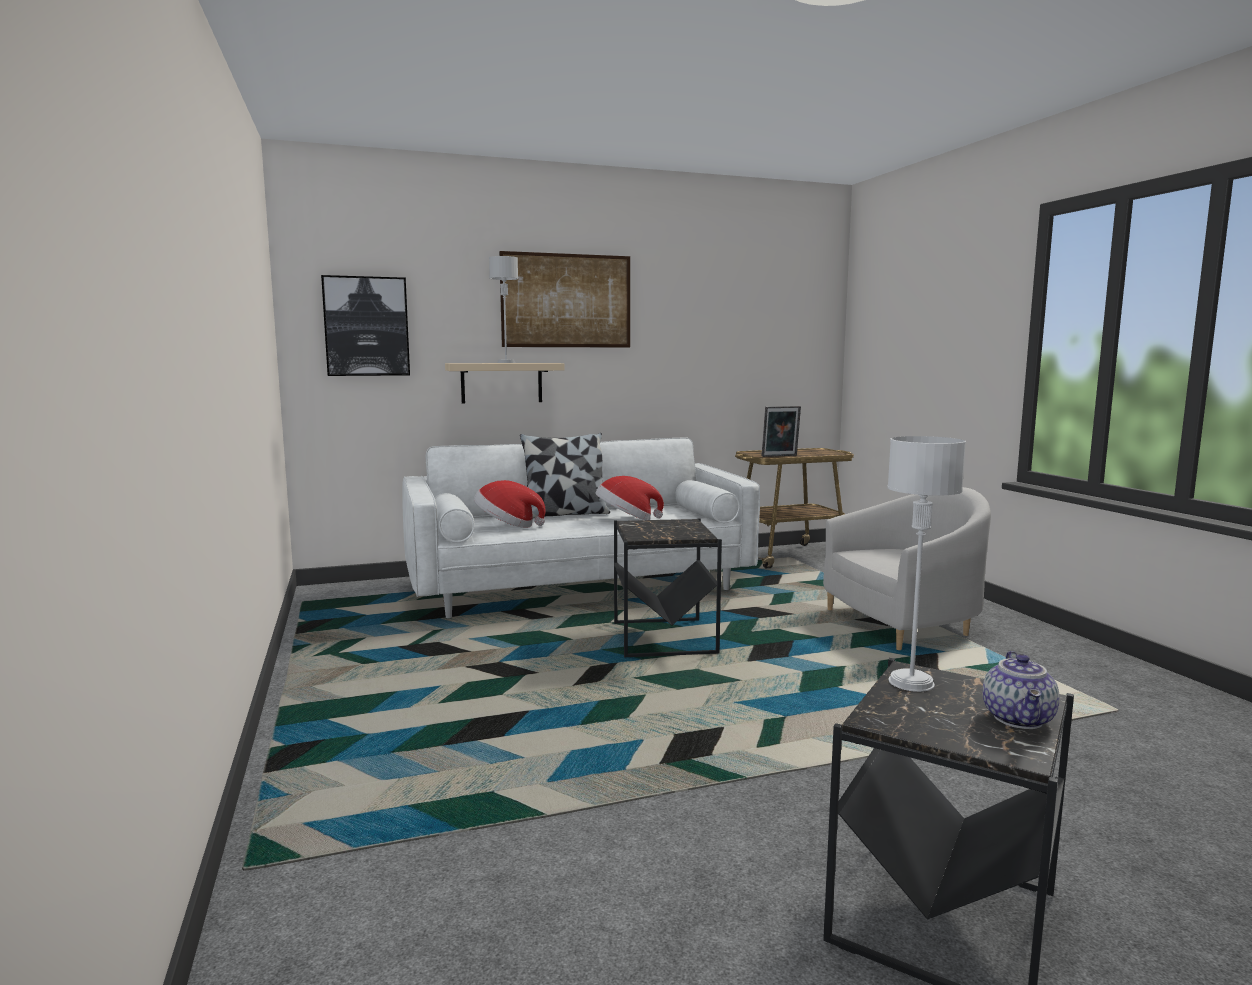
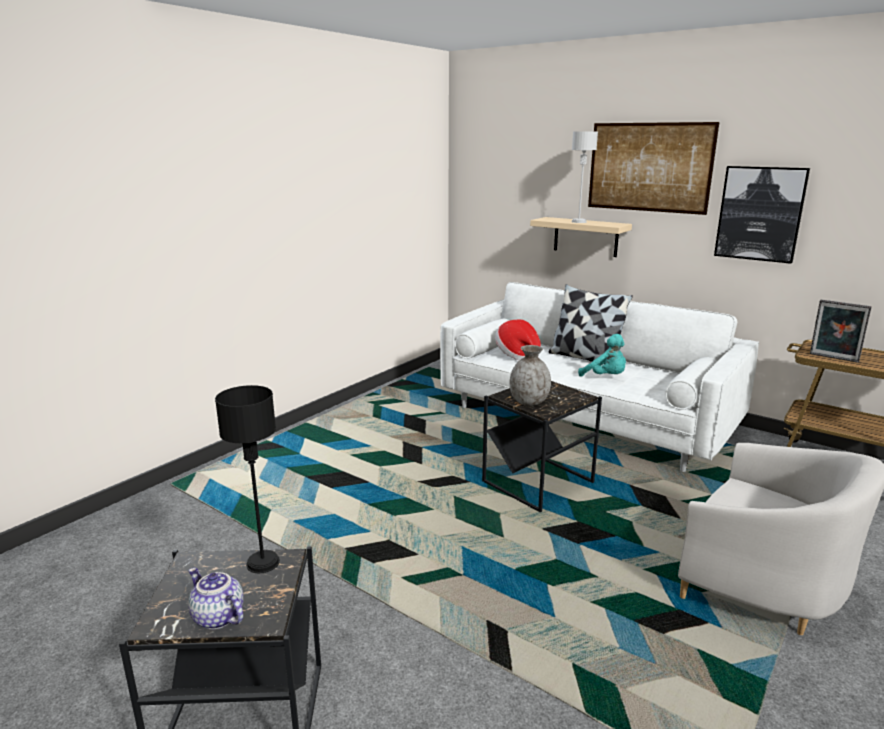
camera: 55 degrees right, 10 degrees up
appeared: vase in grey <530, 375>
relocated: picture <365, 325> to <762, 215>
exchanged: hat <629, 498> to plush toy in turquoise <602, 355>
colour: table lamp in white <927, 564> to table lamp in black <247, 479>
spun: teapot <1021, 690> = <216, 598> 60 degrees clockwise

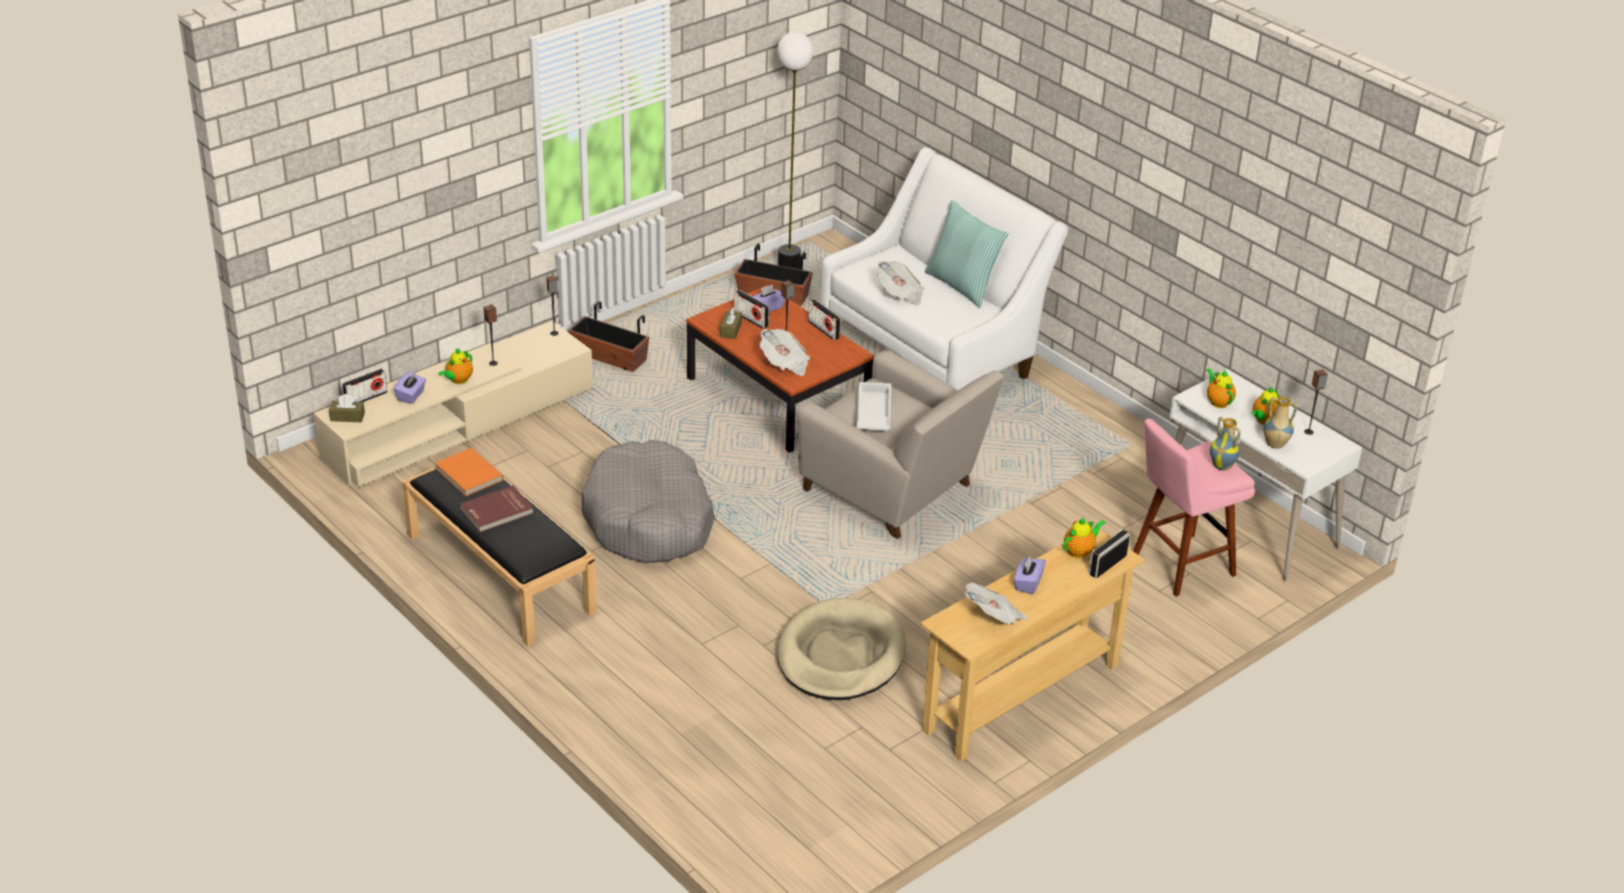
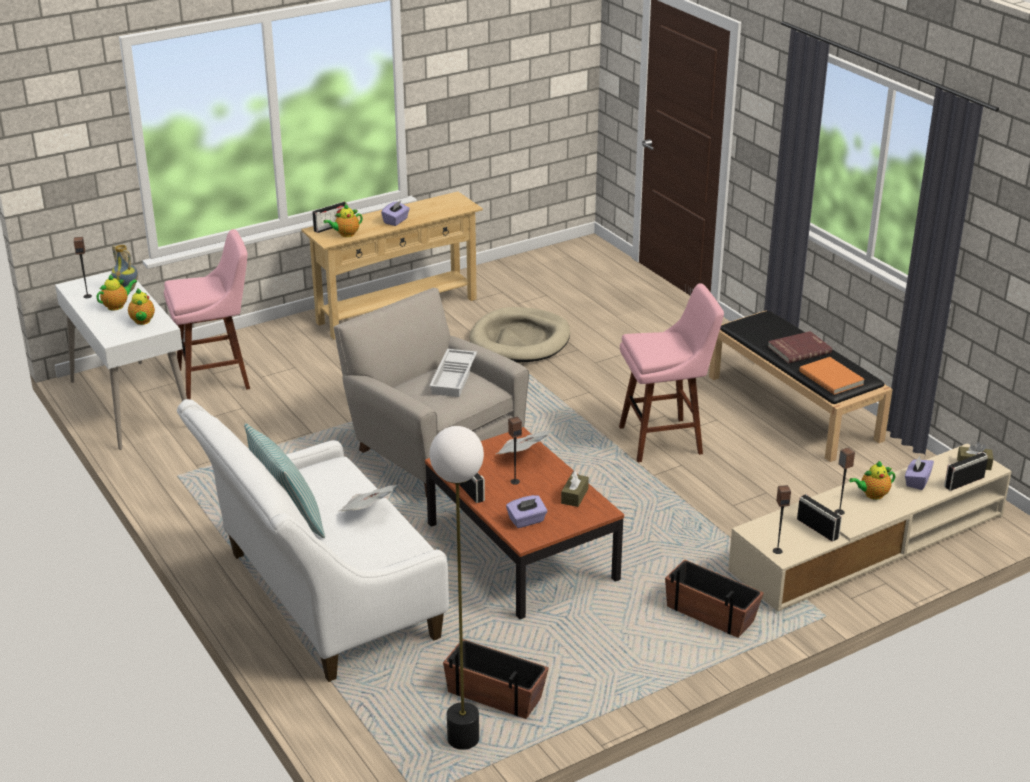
camera: 170 degrees left, 5 degrees down
missing: vase <1225, 443>; newspaper <996, 603>
relocated: radio <751, 309> to <819, 518>
exchanged: dog bed in grey <648, 501> to stool in pink <671, 372>
spun: teapot <455, 366> = <872, 480> 150 degrees counterclockwise

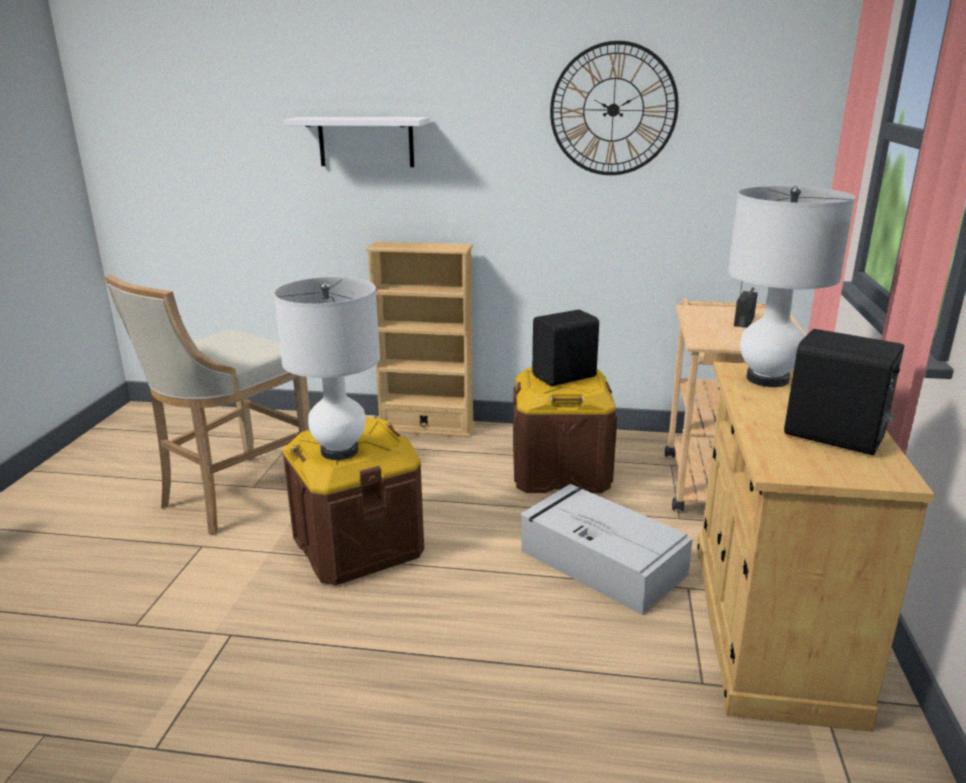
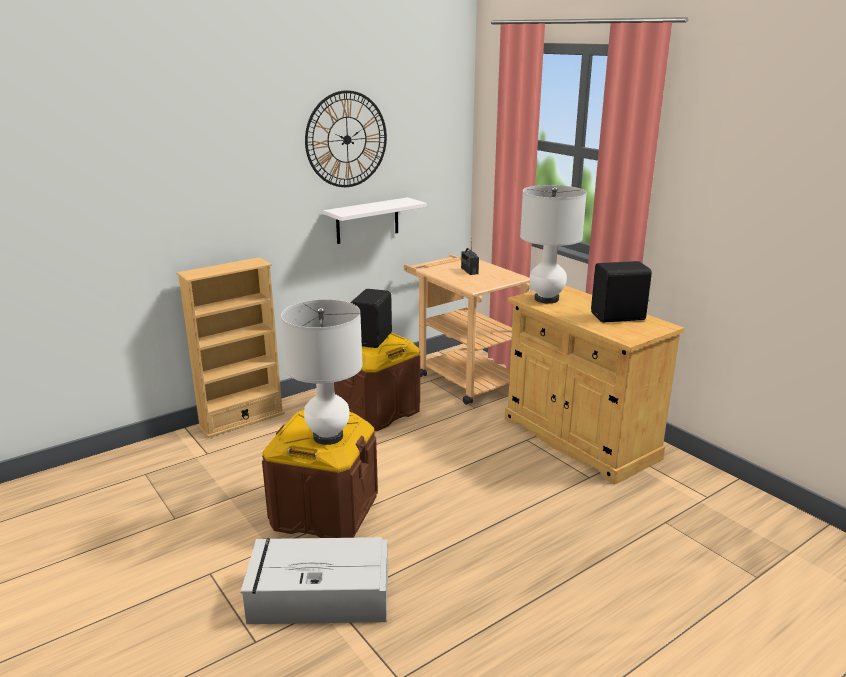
camera: 45 degrees left, 0 degrees up
missing: stool in beige <207, 404>
relocated: shelf in white <357, 142> to <375, 220>; storage box in grey <607, 549> to <314, 580>

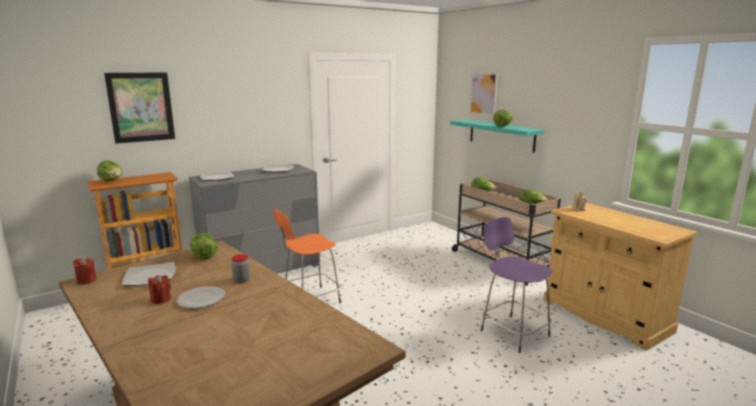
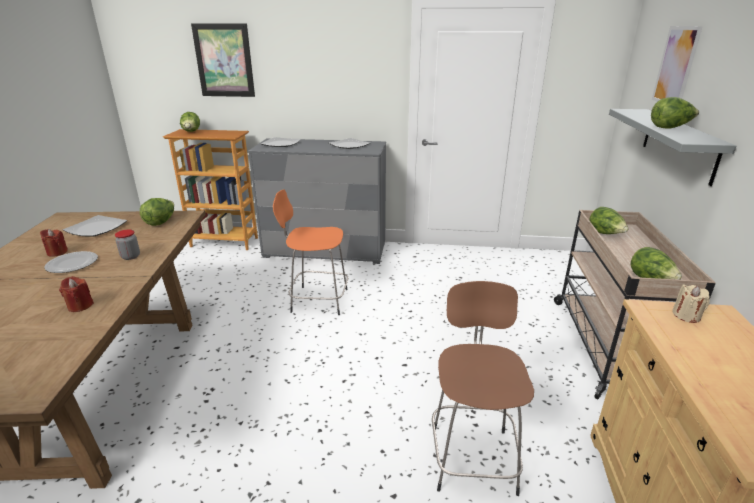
camera: 40 degrees right, 10 degrees up
relocated: candle in red <85, 271> to <76, 294>
colour: shelf in turquoise <497, 136> to shelf in grey <672, 147>; stool in purple <517, 285> to stool in brown <483, 388>

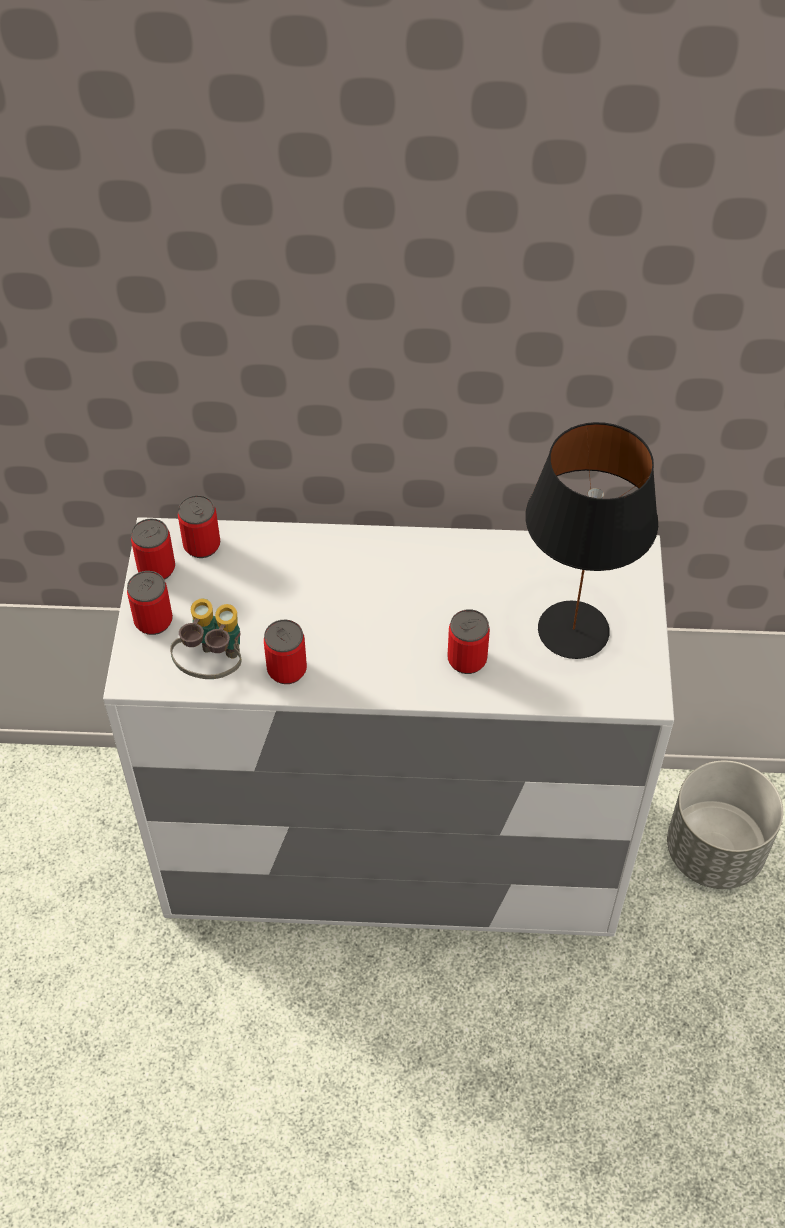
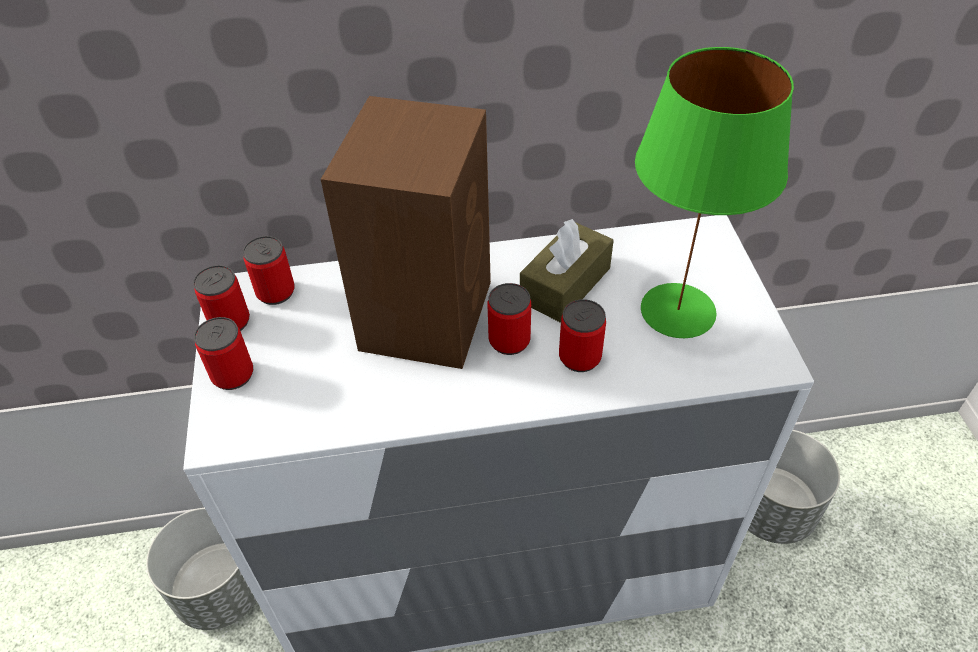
camera: 10 degrees left, 5 degrees down
missing: binoculars <205, 638>
appeared: speaker in brown <406, 232>; tissue box in brown <567, 271>; planter in grey <201, 569>
relocated: can <285, 652> to <509, 319>
colour: table lamp in black <591, 540> to table lamp in green <714, 192>

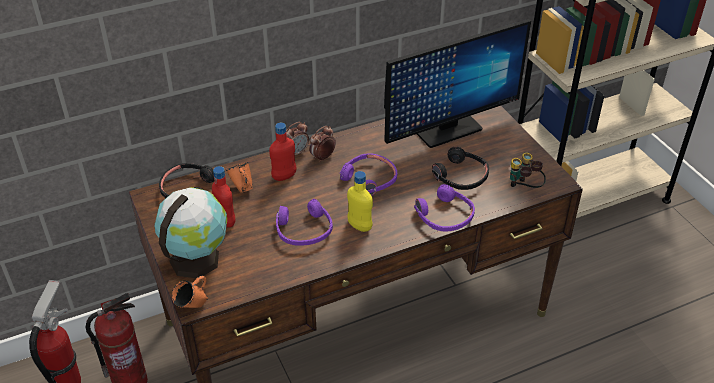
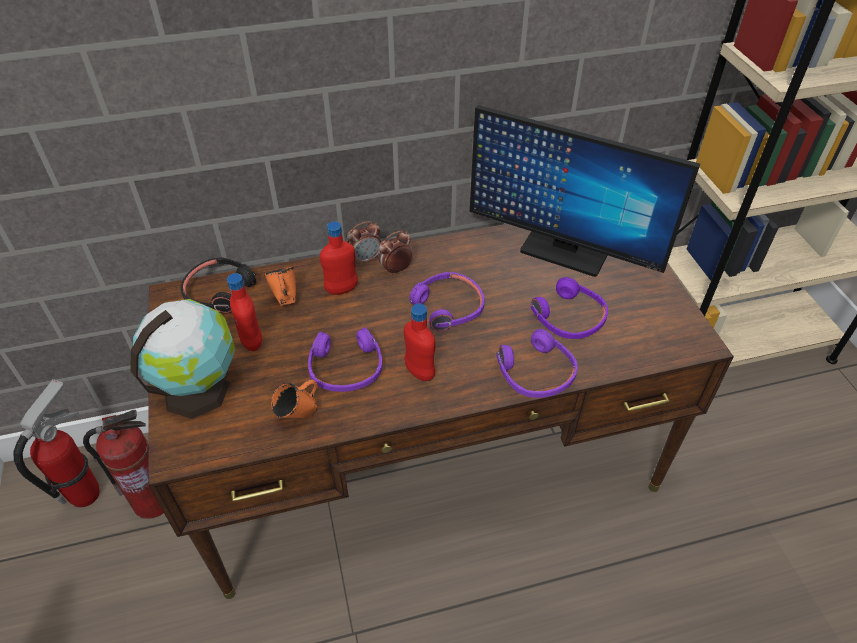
camera: 10 degrees right, 5 degrees up
missing: binoculars <528, 170>
relocated: mug in orange <190, 292> to <294, 399>
colour: headphones in black <460, 168> to headphones in purple <569, 308>; bottle in yellow <360, 201> to bottle in red <419, 342>
spun: monitor <457, 83> = <585, 191> 45 degrees clockwise

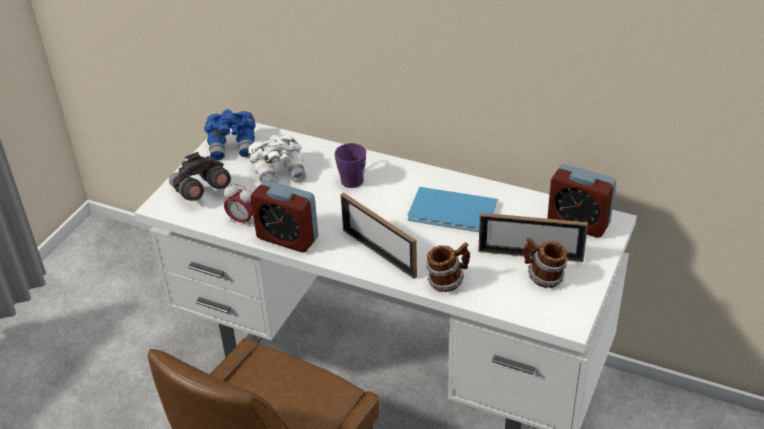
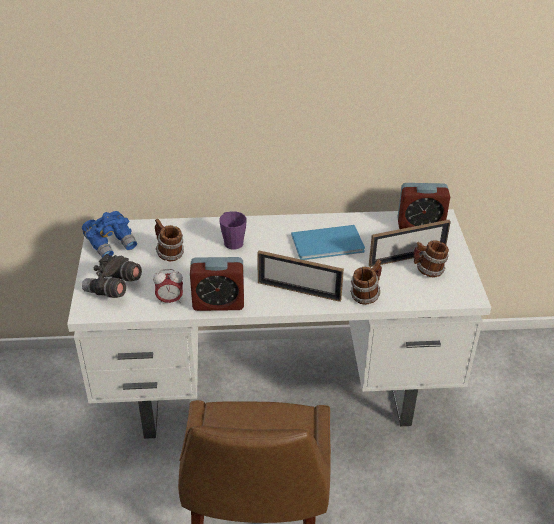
camera: 30 degrees left, 0 degrees up
exchanged: binoculars in white <277, 158> to mug <169, 240>

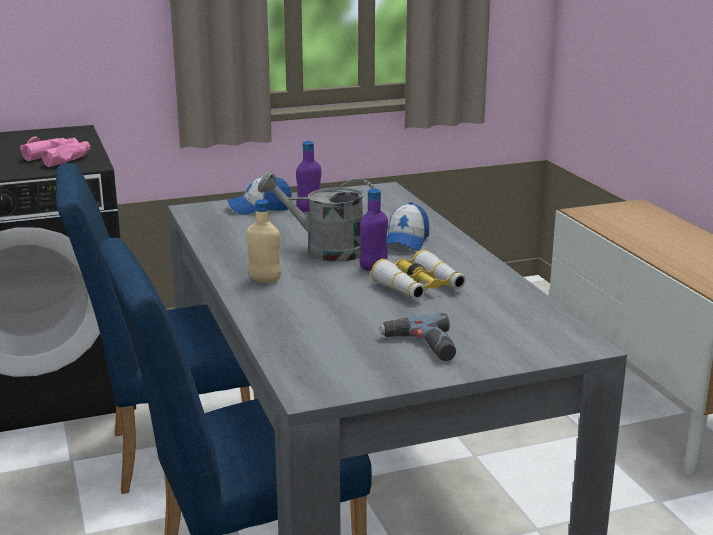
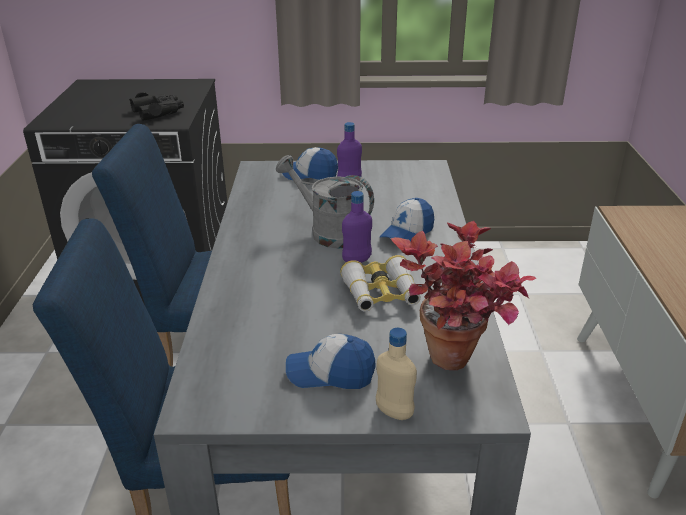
camera: 20 degrees right, 10 degrees up
appeared: potted plant <463, 295>
relocated: bottle in beige <263, 241> to <396, 374>
exchanged: power drill <417, 337> to cap <331, 361>
colour: binoculars in pink <55, 152> to binoculars in black <156, 106>

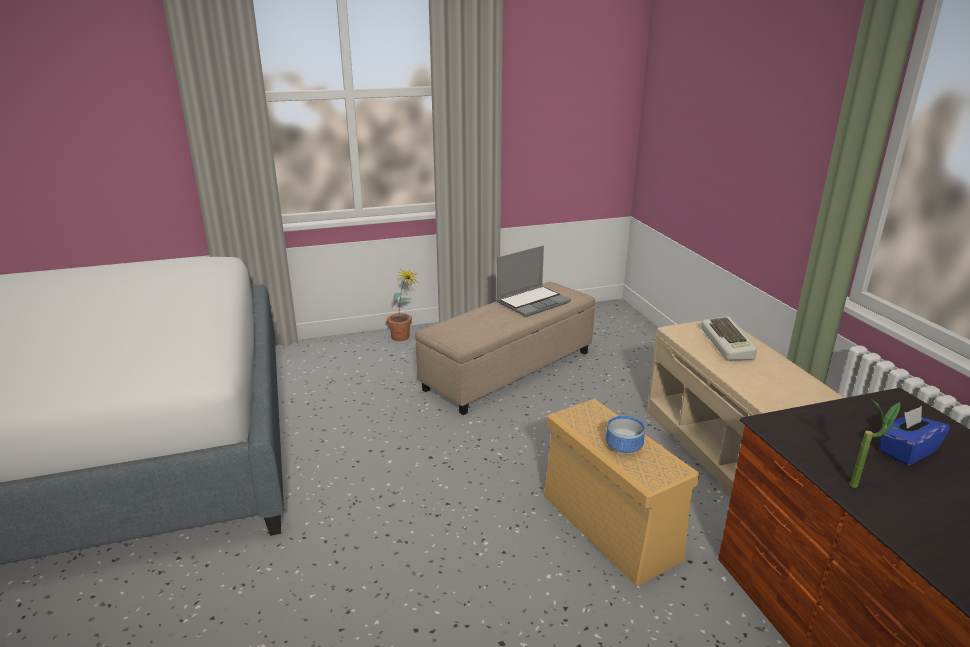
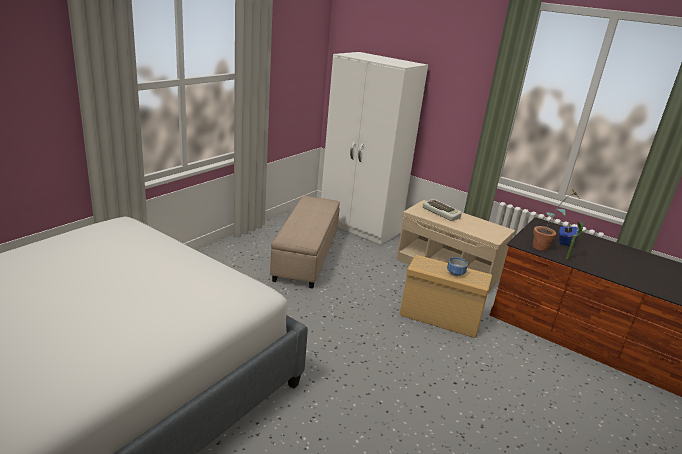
camera: 40 degrees left, 0 degrees up
missing: laptop <533, 281>
appeared: wardrobe in white <374, 148>
relocated: potted plant <402, 305> to <556, 219>

